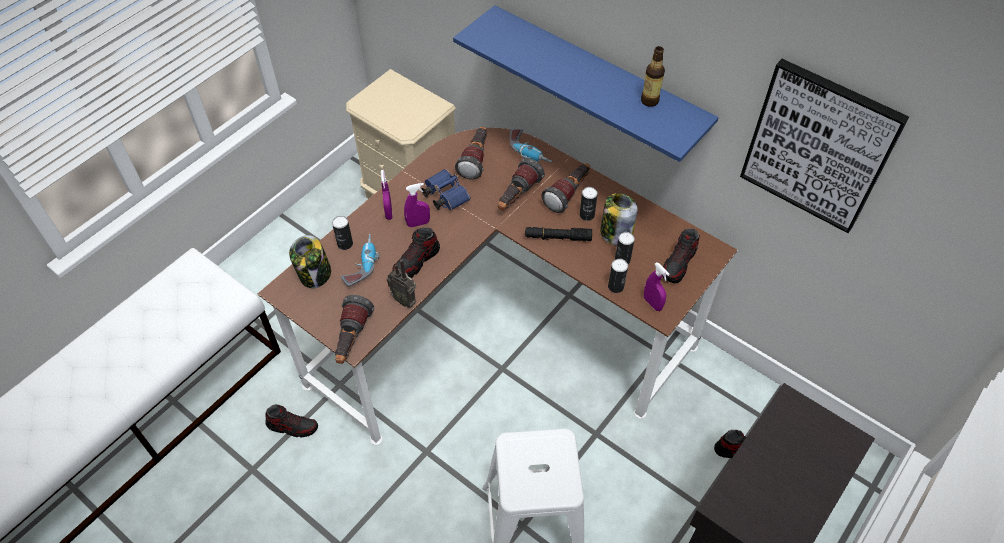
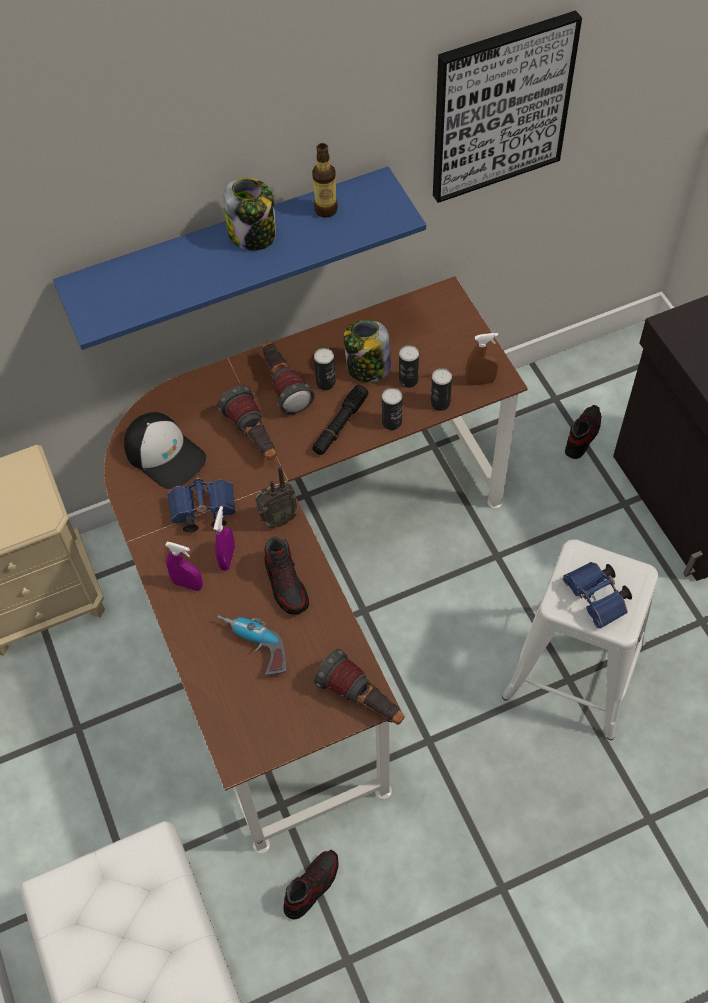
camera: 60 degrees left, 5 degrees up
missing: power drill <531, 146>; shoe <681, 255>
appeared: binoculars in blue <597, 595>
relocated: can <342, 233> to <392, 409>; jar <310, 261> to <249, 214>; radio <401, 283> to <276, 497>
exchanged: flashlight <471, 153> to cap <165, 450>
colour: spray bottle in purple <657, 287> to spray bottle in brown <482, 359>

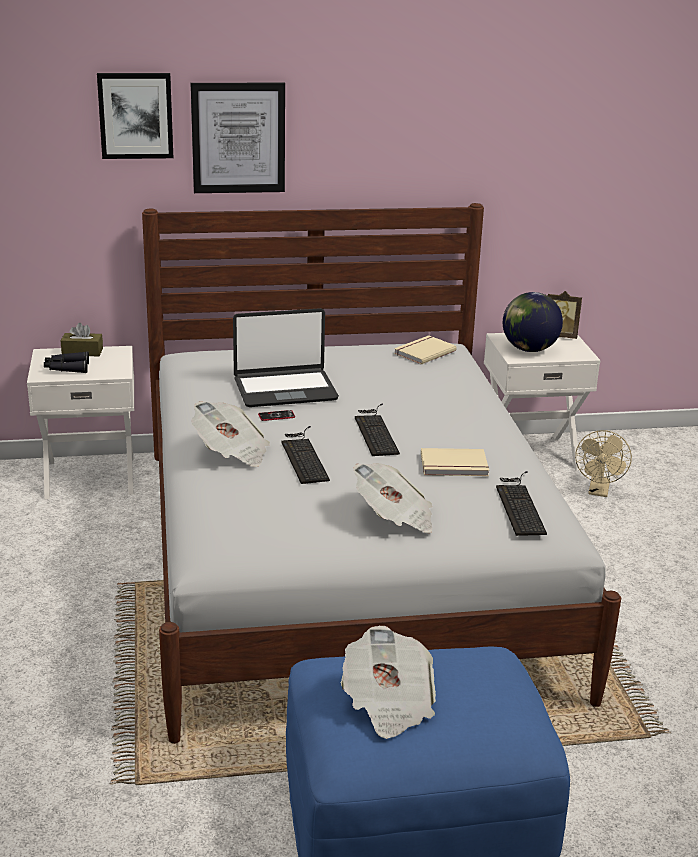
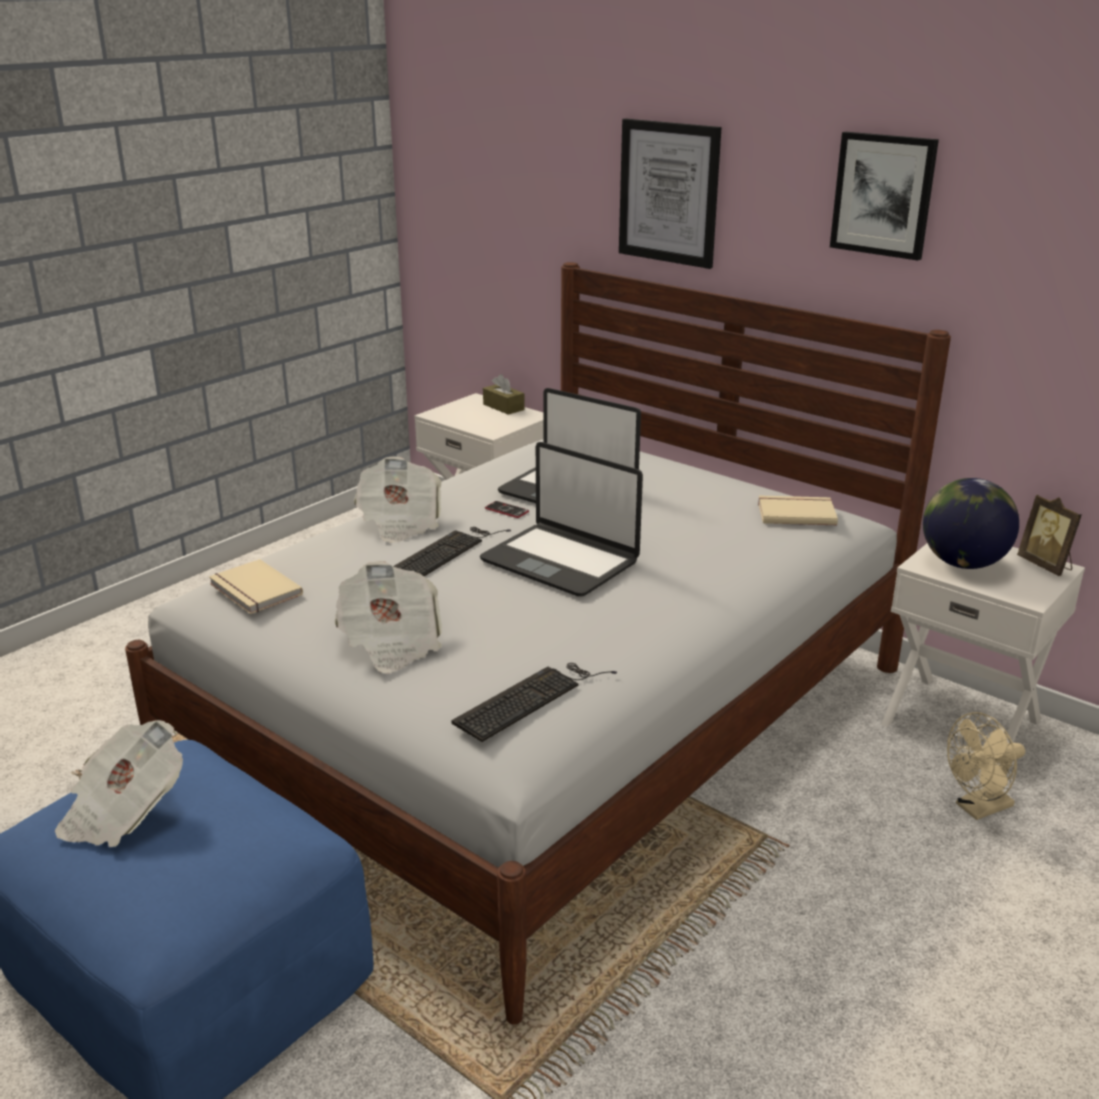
camera: 50 degrees right, 0 degrees up
missing: binoculars in black <66, 362>
relocated: picture <135, 116> to <884, 196>; book in beige <455, 462> to <256, 586>
exchanged: keyboard <377, 429> to laptop <561, 519>

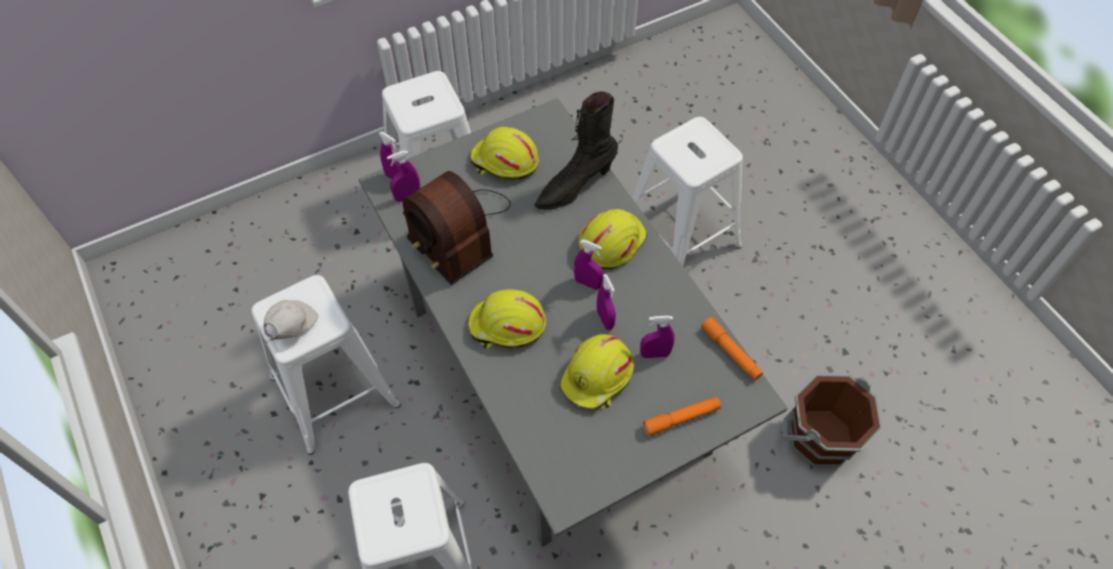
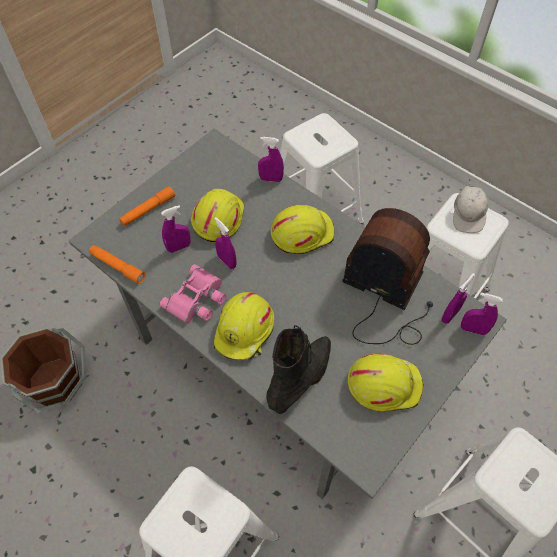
camera: 160 degrees right, 0 degrees up
appeared: binoculars in pink <193, 294>
relocated: spray bottle in purple <589, 265> to <271, 159>

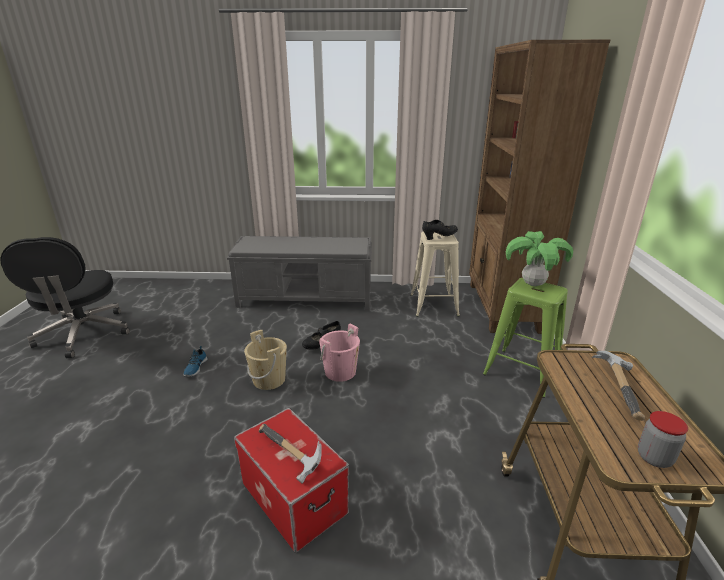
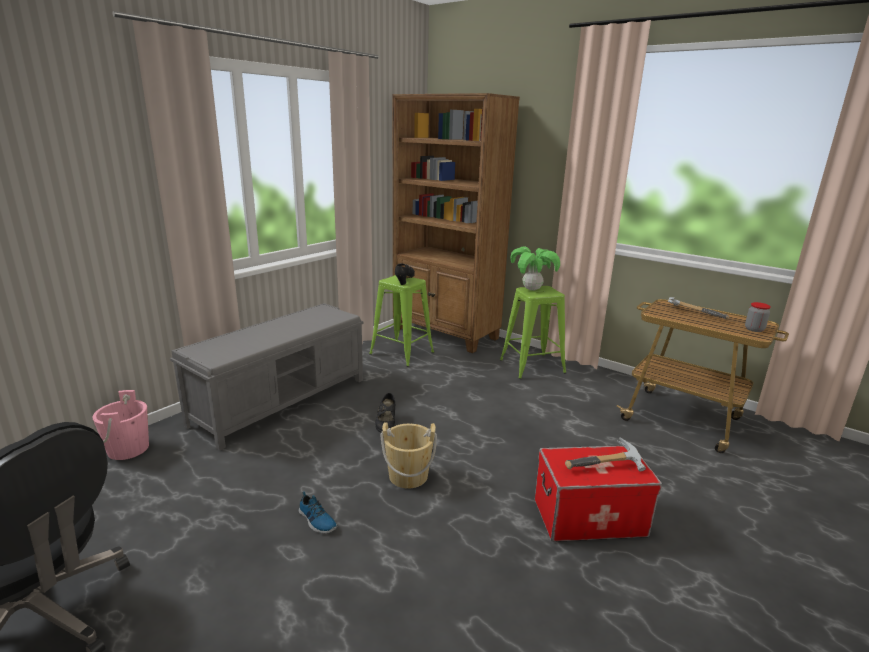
camera: 55 degrees left, 5 degrees down
relocated: bucket in pink <339, 352> to <120, 425>
colour: stool in beige <435, 274> to stool in green <401, 321>

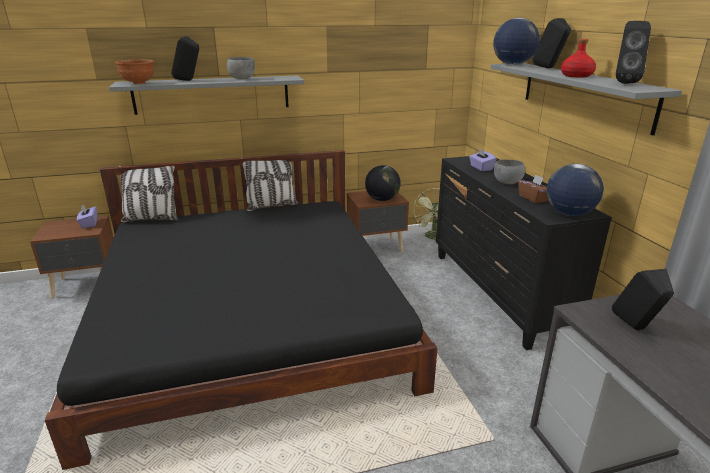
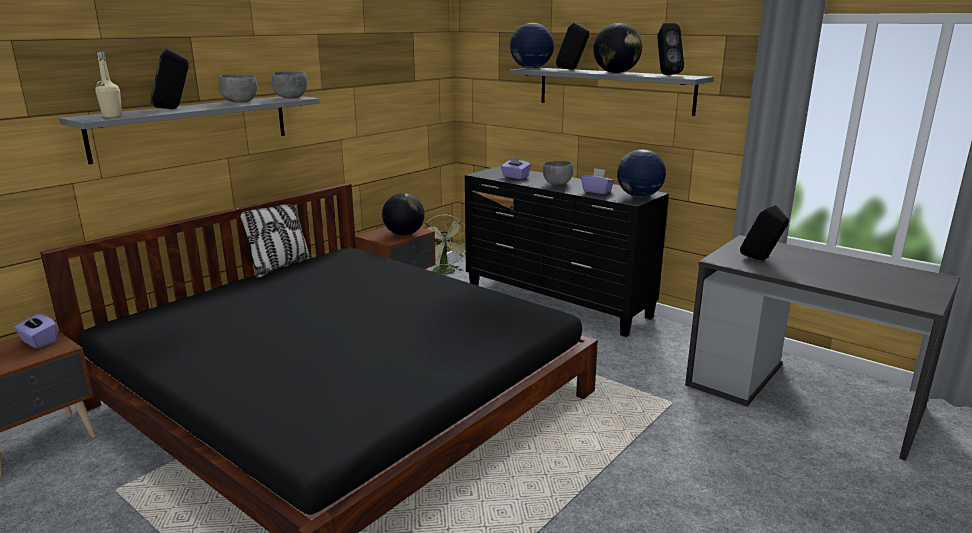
camera: 35 degrees left, 5 degrees down
missing: pillow <148, 194>
appeared: bowl in grey <289, 85>
exchanged: bottle in red <578, 58> to globe <617, 48>; bowl in brown <134, 71> to bottle in beige <108, 84>
colour: tissue box in brown <533, 189> to tissue box in purple <597, 181>

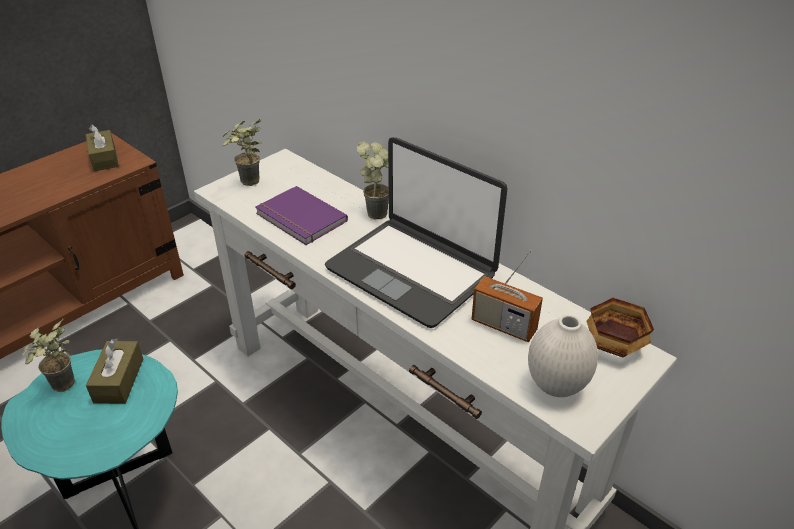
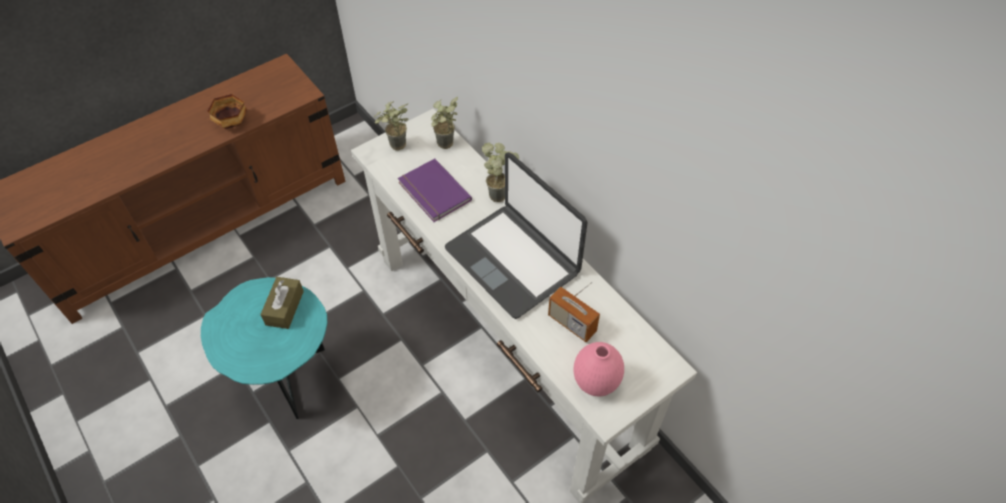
camera: 10 degrees right, 15 degrees up
missing: tissue box in brown <102, 148>
relocated: bowl <620, 327> to <227, 111>; potted plant <48, 355> to <444, 122>
colour: vase in white <563, 356> to vase in pink <598, 369>

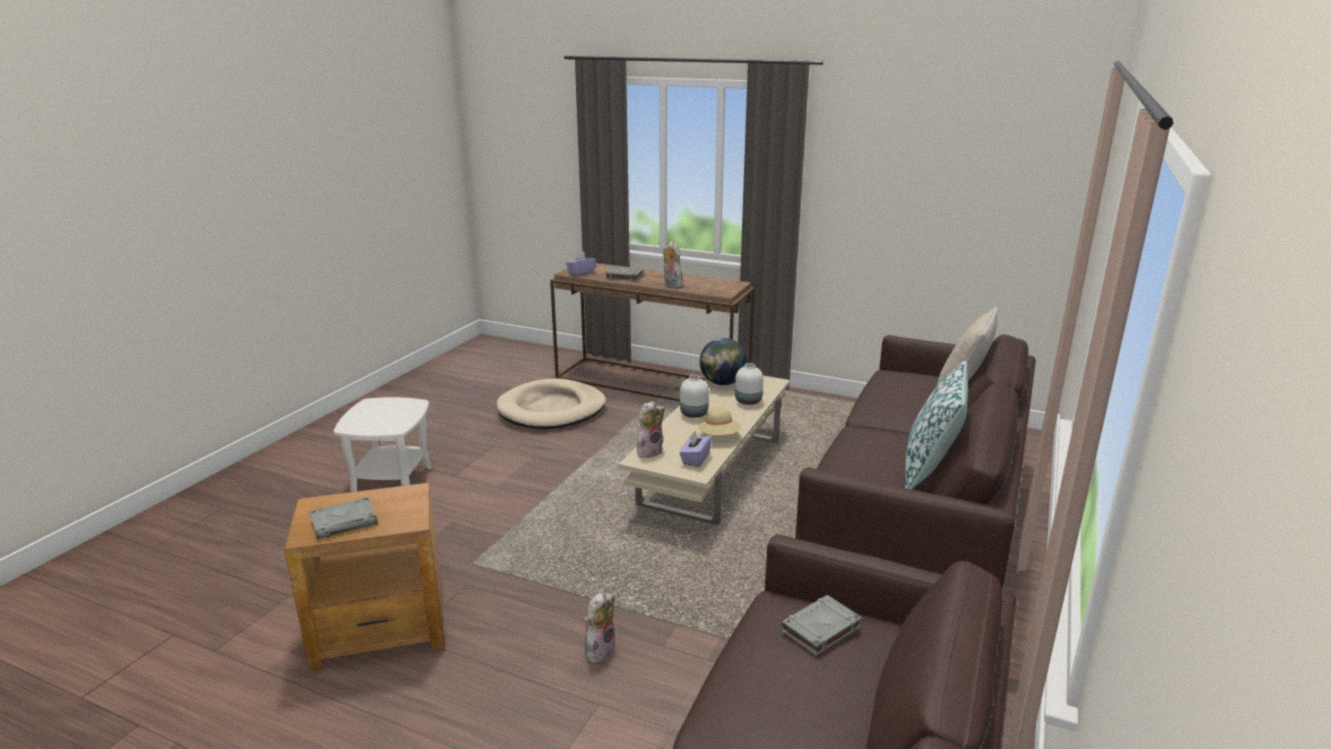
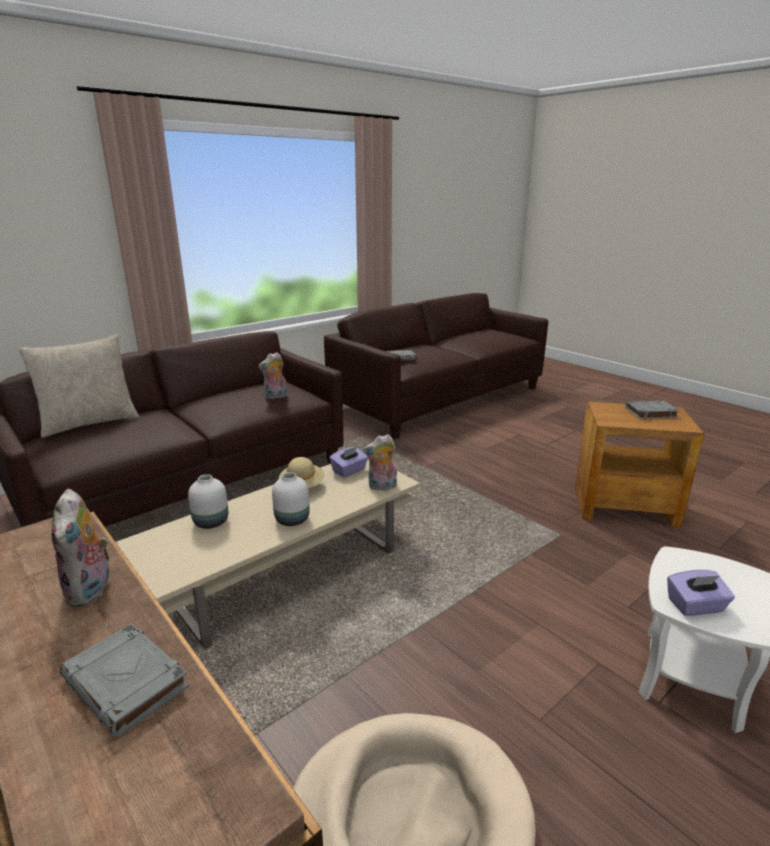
camera: 155 degrees left, 0 degrees up
missing: globe <723, 361>; pillow <936, 425>
relocated: tissue box in purple <581, 263> to <701, 593>; plush toy <600, 627> to <272, 375>

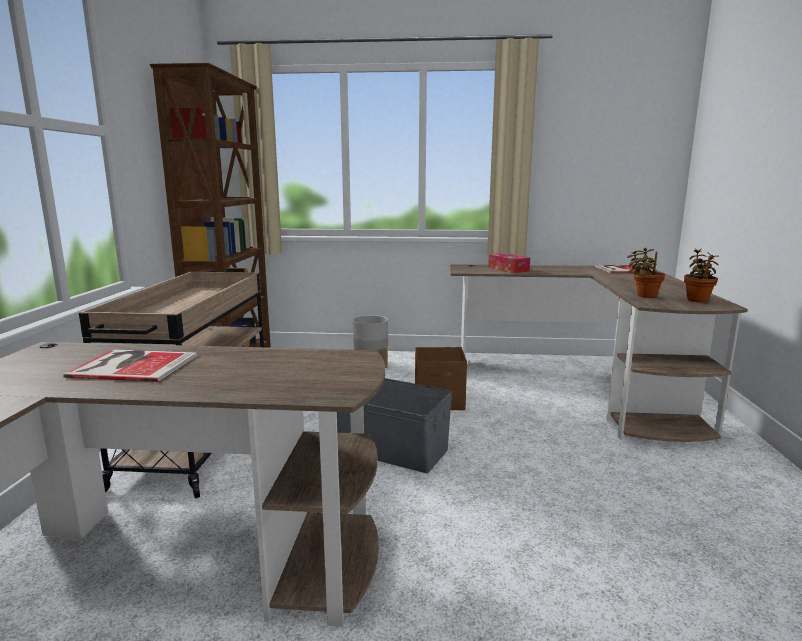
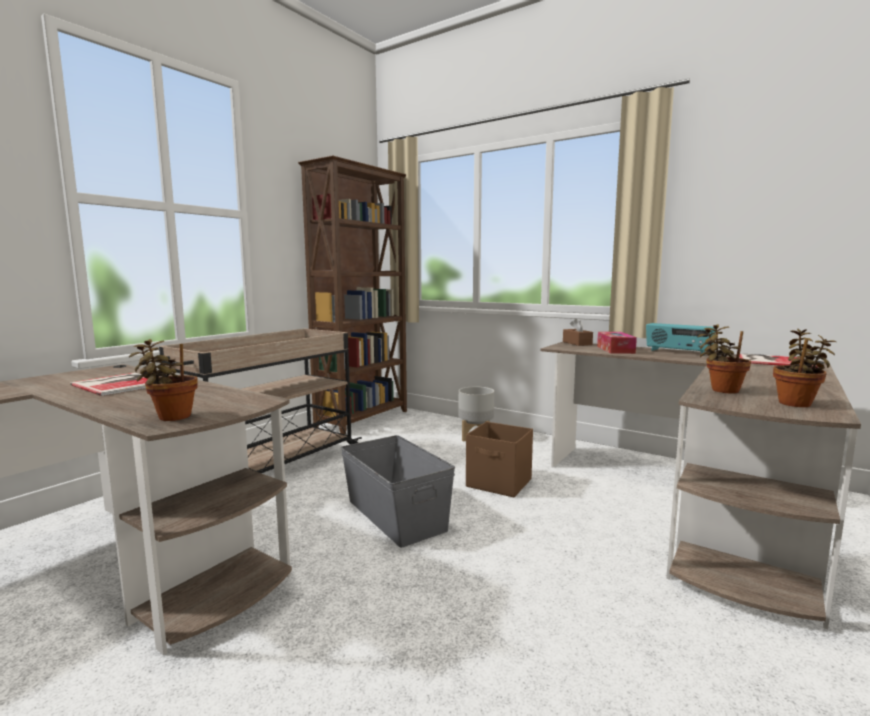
camera: 30 degrees right, 5 degrees down
appeared: tissue box in brown <578, 332>; radio <681, 339>; potted plant <163, 380>

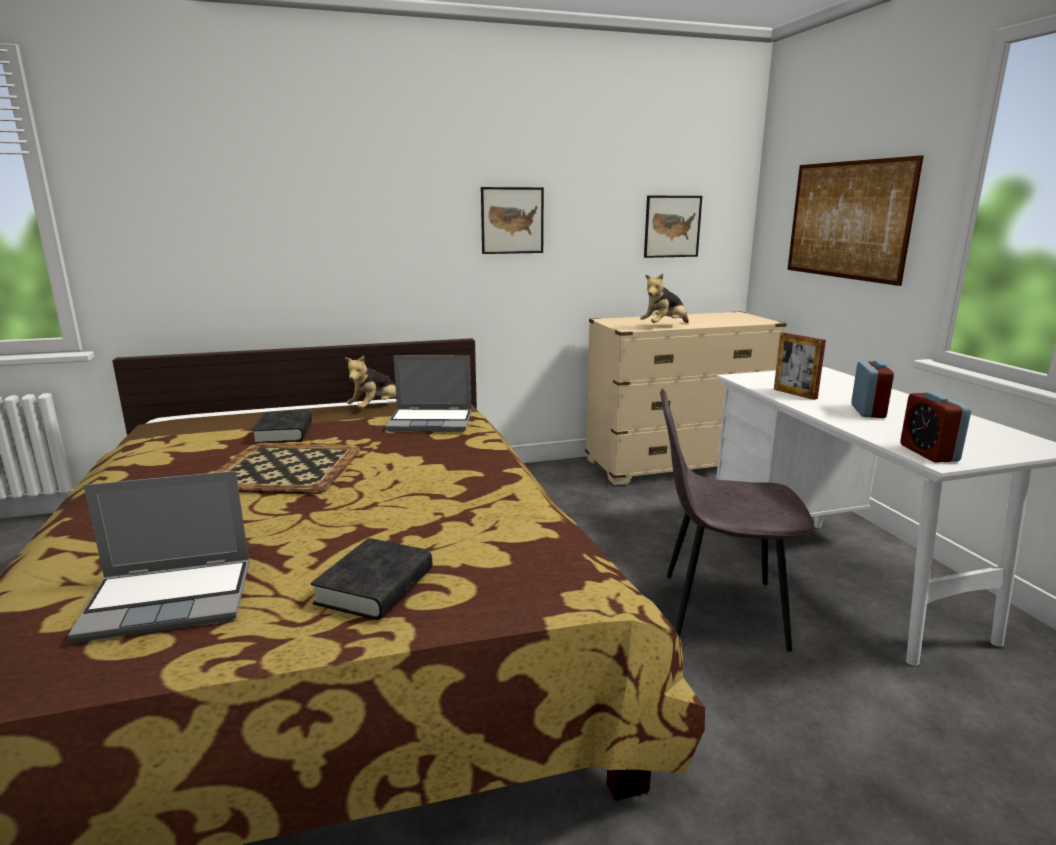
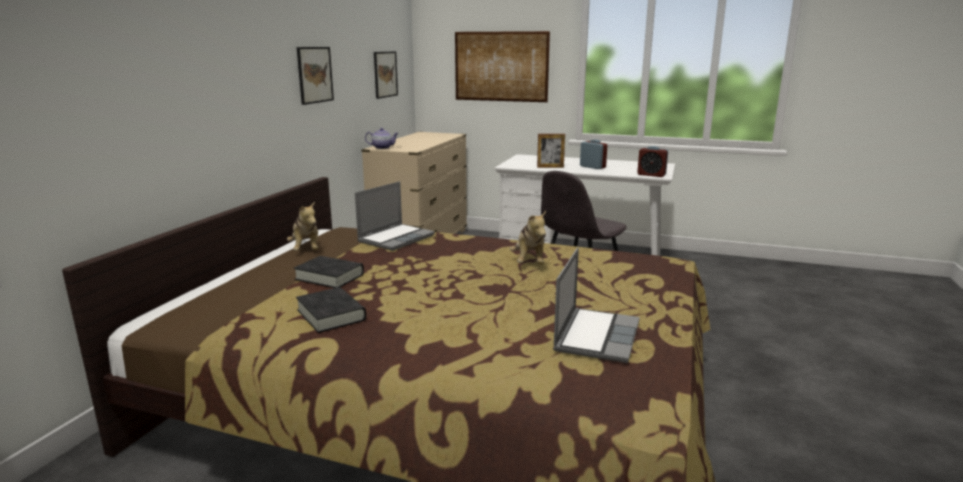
camera: 55 degrees left, 0 degrees up
missing: tray <287, 469>
appeared: teapot <382, 138>
relocated: plush toy <664, 298> to <528, 237>; book in black <371, 579> to <331, 310>

